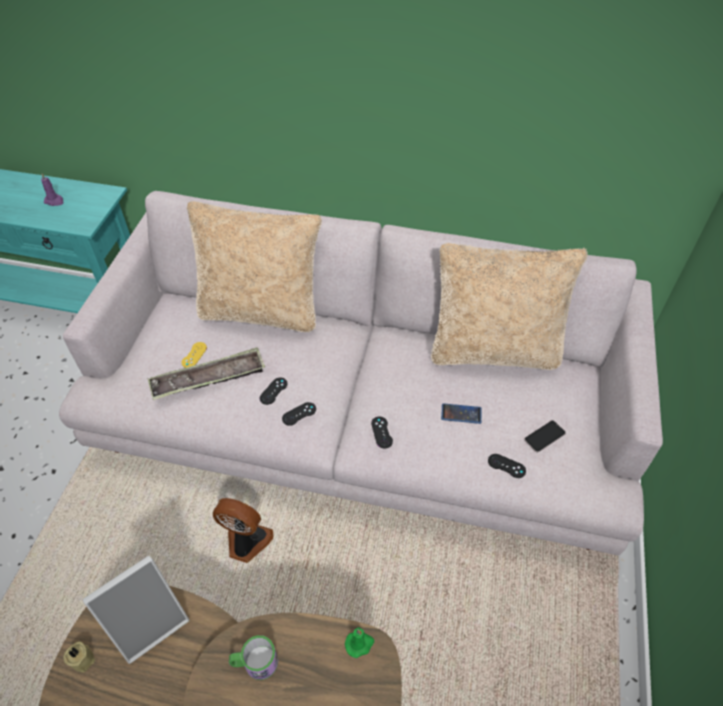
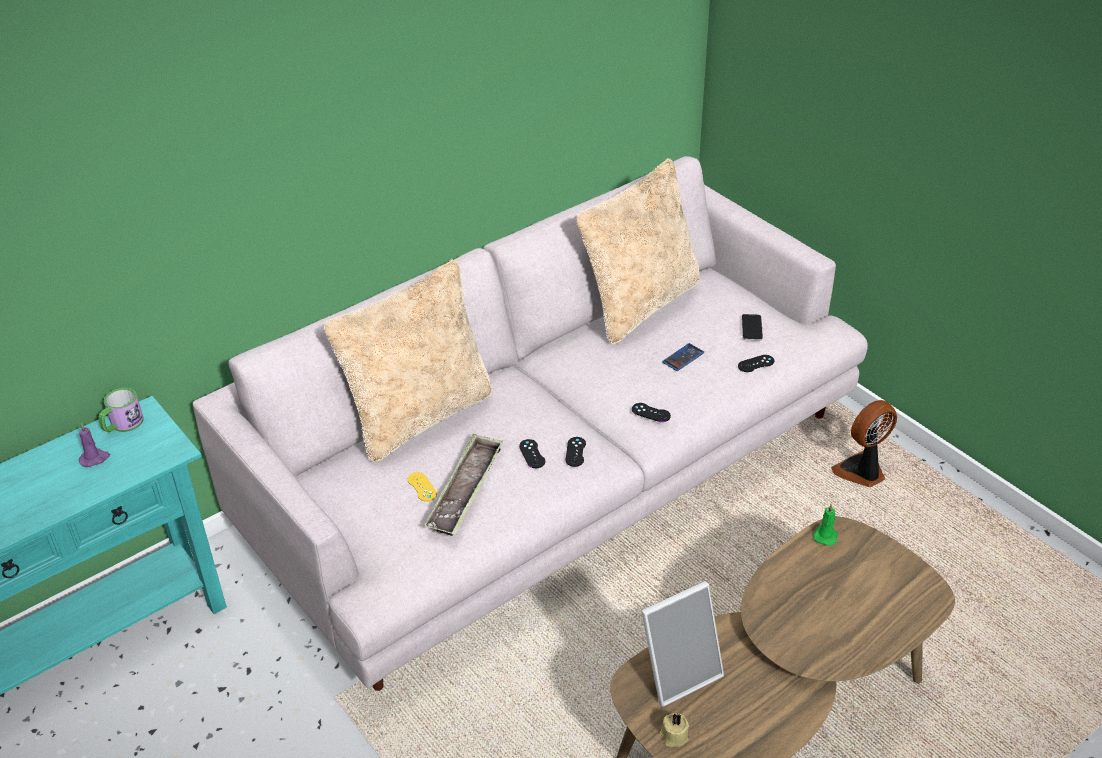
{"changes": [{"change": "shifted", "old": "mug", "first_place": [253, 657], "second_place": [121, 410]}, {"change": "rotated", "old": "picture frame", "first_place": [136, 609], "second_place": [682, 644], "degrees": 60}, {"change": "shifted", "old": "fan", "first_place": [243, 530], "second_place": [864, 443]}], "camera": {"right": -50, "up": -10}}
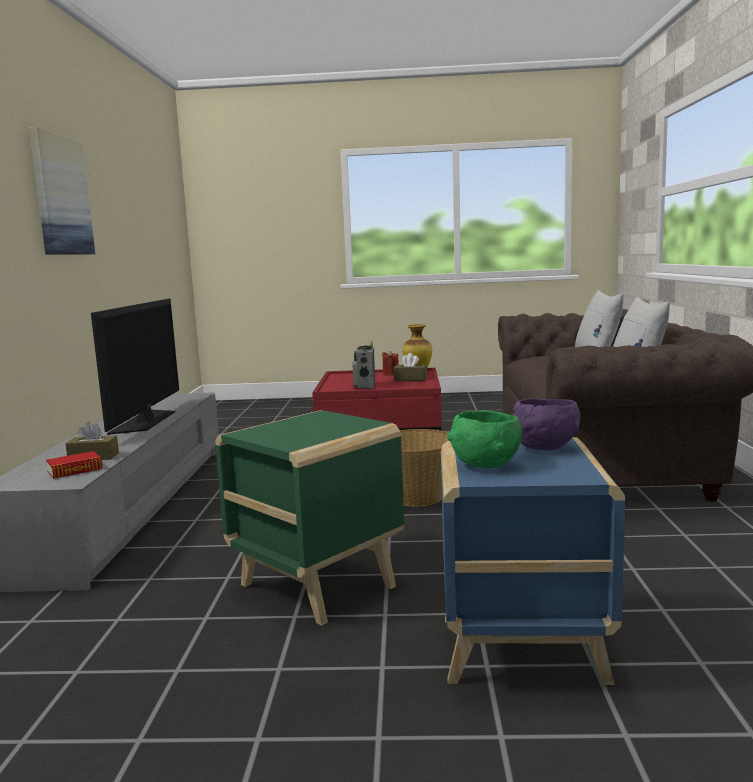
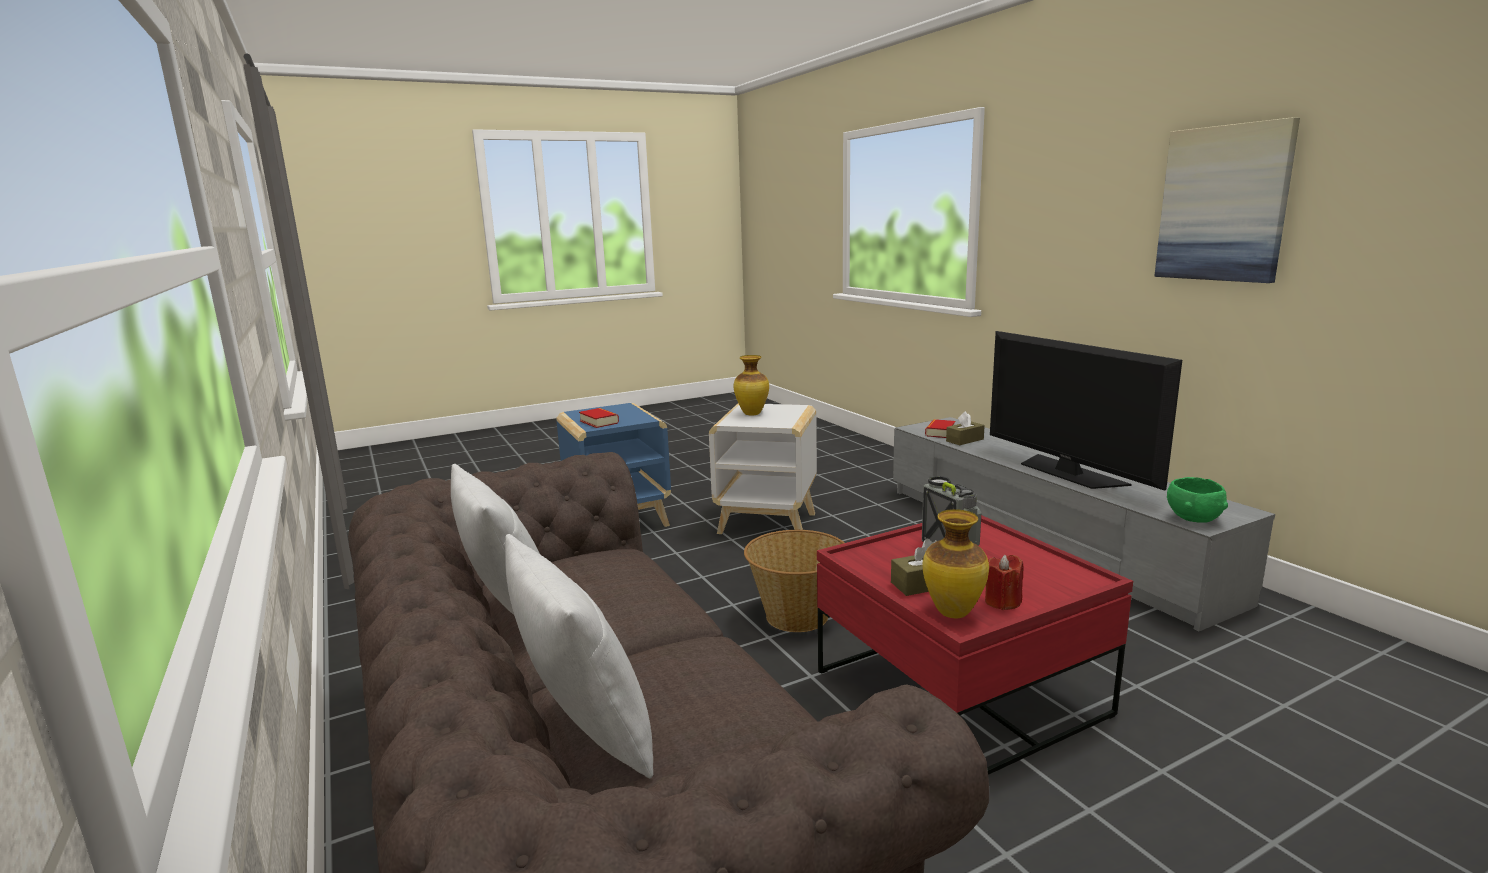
{"changes": [{"change": "swapped", "old": "bowl (purple)", "new": "book", "first_place": [546, 424], "second_place": [599, 418]}, {"change": "repainted", "old": "side table (green)", "new": "side table (white)", "first_place": [309, 518], "second_place": [763, 469]}, {"change": "new", "new": "vase", "second_place": [751, 385]}, {"change": "shifted", "old": "bowl (green)", "first_place": [484, 439], "second_place": [1197, 500]}], "camera": {"right": 150, "up": 5}}
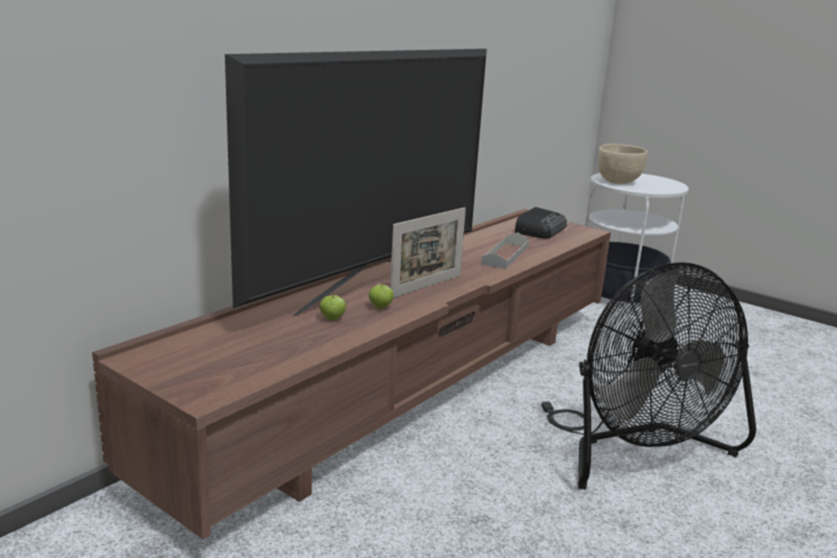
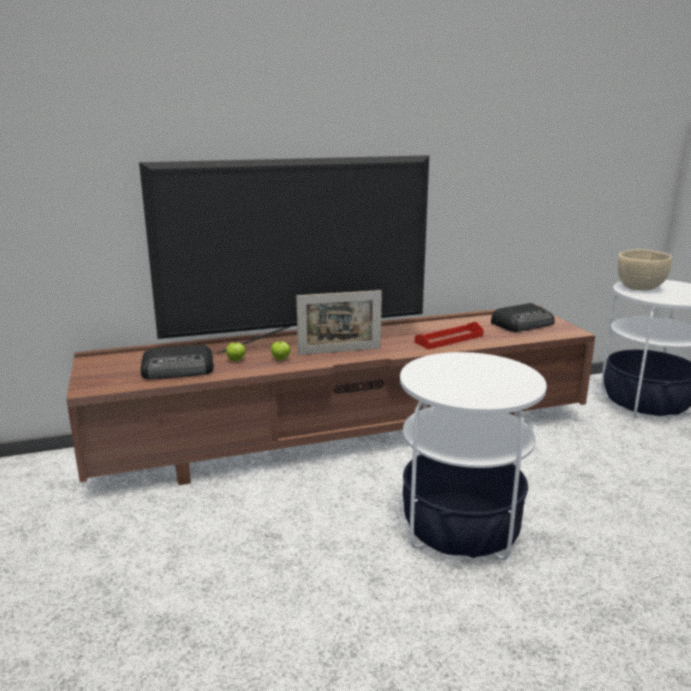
{"changes": [{"change": "new", "new": "radio", "second_place": [177, 362]}, {"change": "swapped", "old": "fan (black)", "new": "side table (white)", "first_place": [648, 375], "second_place": [473, 456]}, {"change": "repainted", "old": "tray (grey)", "new": "tray (red)", "first_place": [505, 250], "second_place": [449, 335]}], "camera": {"right": 35, "up": 0}}
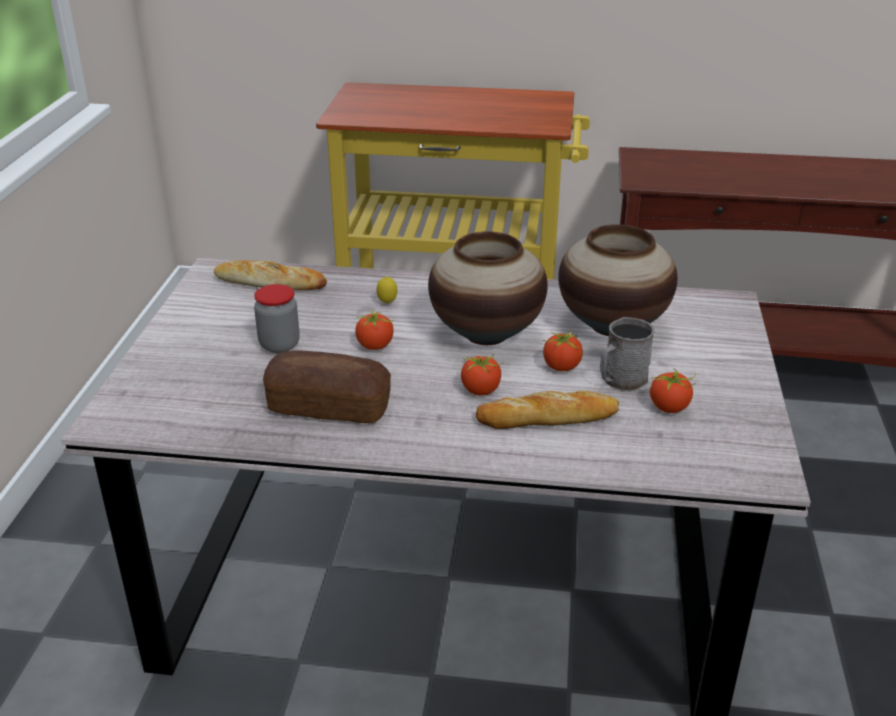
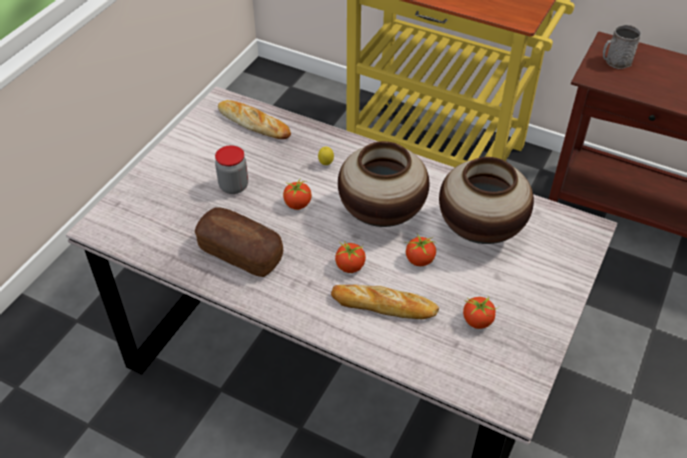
{"changes": [{"change": "shifted", "old": "mug (grey)", "first_place": [627, 354], "second_place": [622, 46]}], "camera": {"right": 20, "up": 15}}
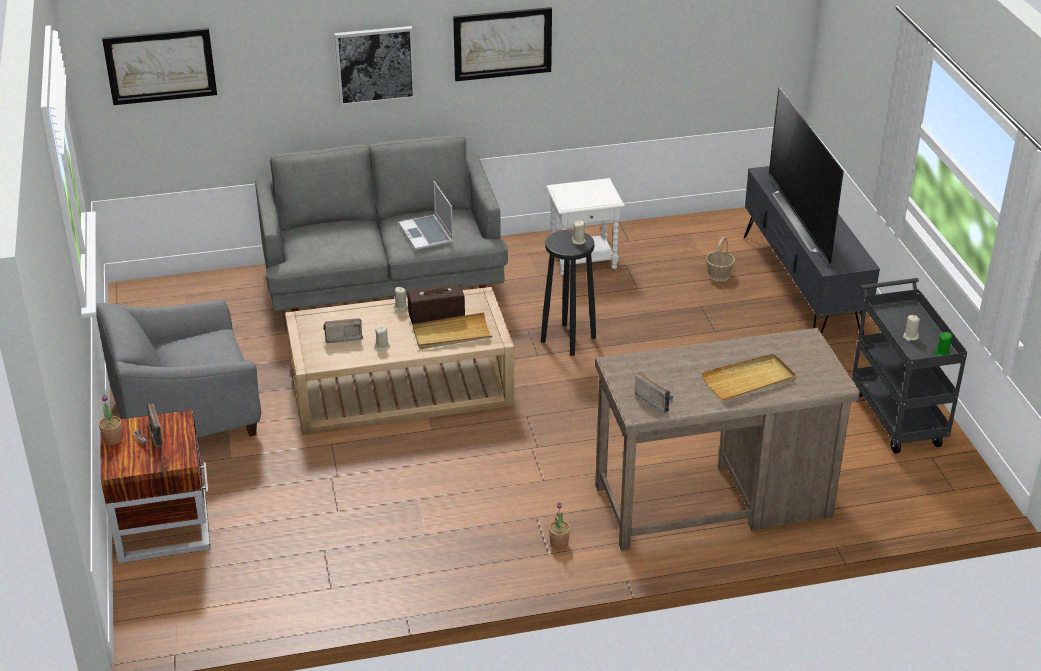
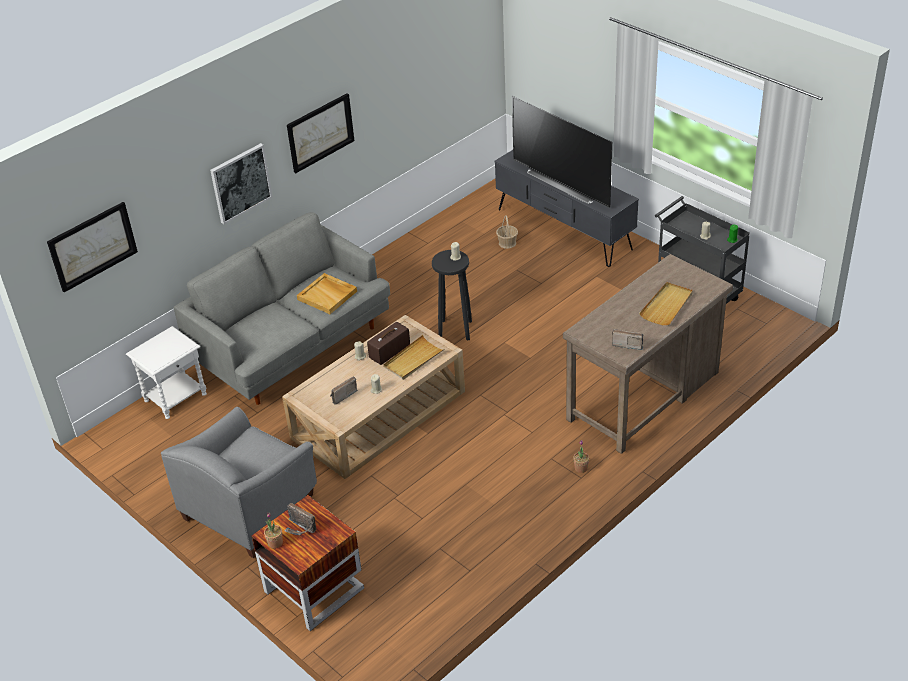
{"changes": [{"change": "shifted", "old": "side table (white)", "first_place": [585, 226], "second_place": [166, 372]}, {"change": "swapped", "old": "laptop", "new": "tray (beige)", "first_place": [426, 215], "second_place": [327, 293]}], "camera": {"right": -30, "up": 5}}
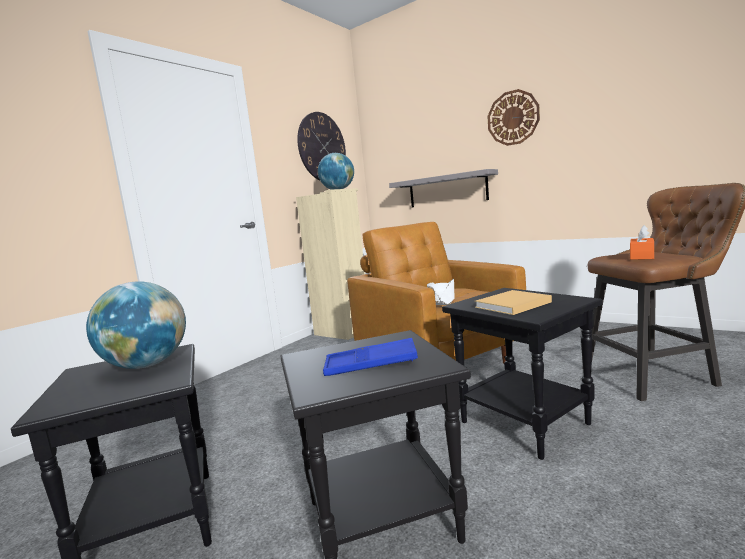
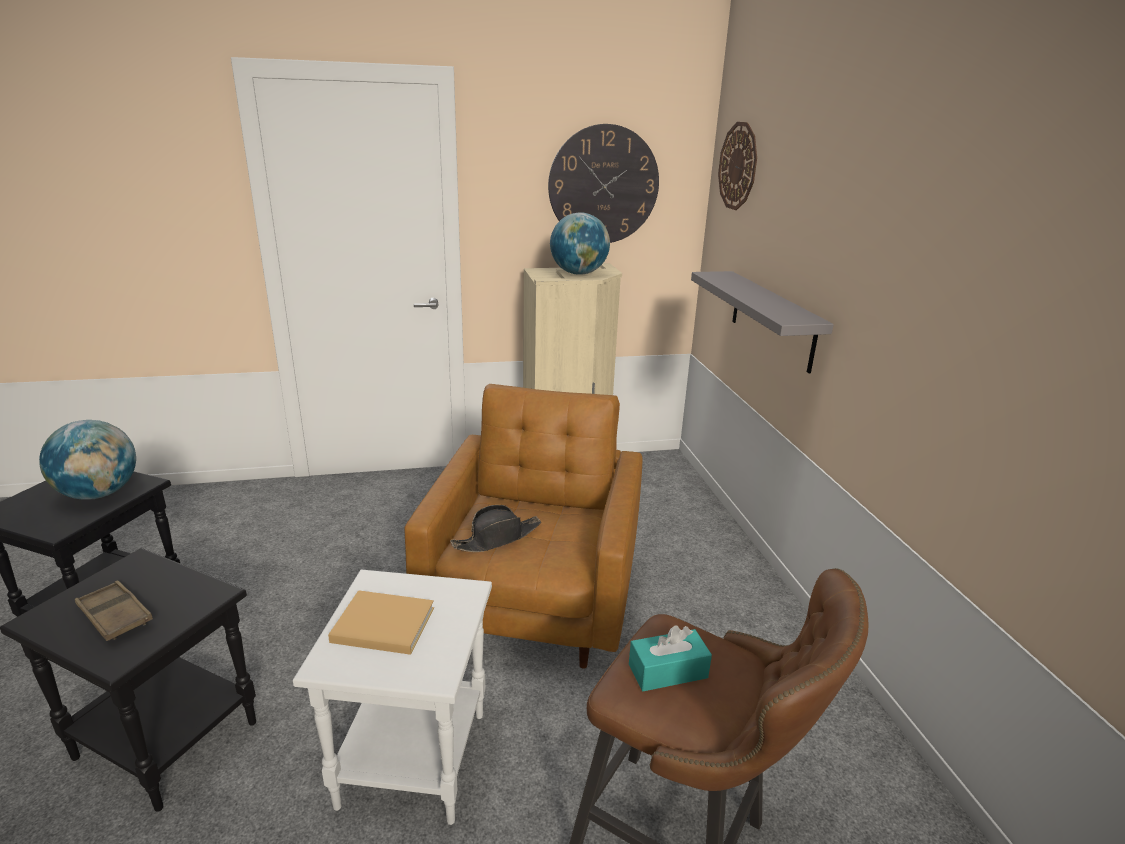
{"changes": [{"change": "repainted", "old": "tray (blue)", "new": "tray (brown)", "first_place": [370, 357], "second_place": [114, 610]}, {"change": "repainted", "old": "side table (black)", "new": "side table (white)", "first_place": [522, 374], "second_place": [392, 697]}, {"change": "repainted", "old": "hat (white)", "new": "hat (black)", "first_place": [441, 292], "second_place": [495, 528]}, {"change": "repainted", "old": "tissue box (orange)", "new": "tissue box (turquoise)", "first_place": [642, 242], "second_place": [670, 658]}, {"change": "shifted", "old": "wall clock", "first_place": [513, 117], "second_place": [737, 166]}], "camera": {"right": 40, "up": 15}}
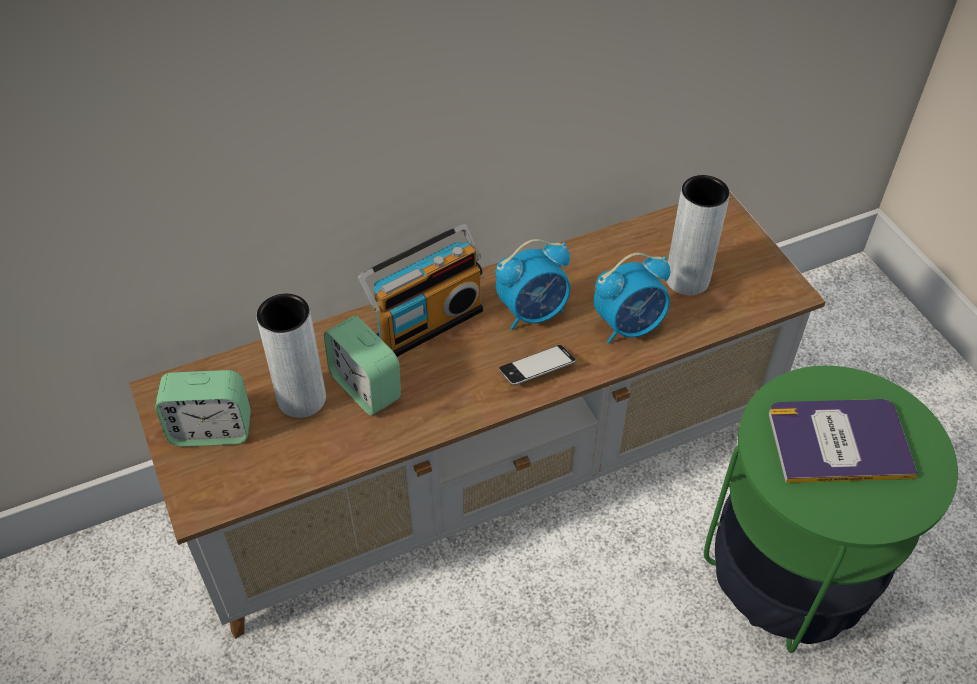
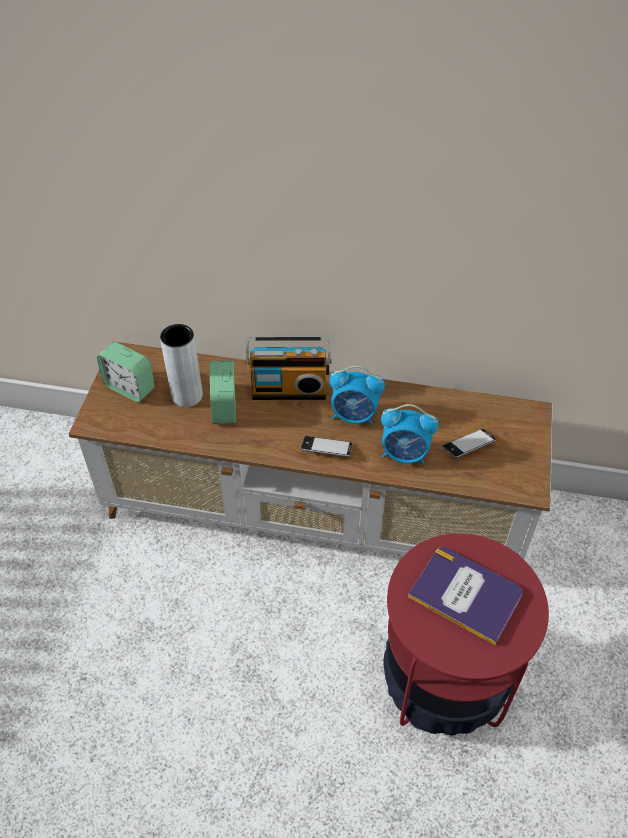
{"changes": [{"change": "repainted", "old": "side table (green)", "new": "side table (red)", "first_place": [831, 509], "second_place": [466, 634]}, {"change": "swapped", "old": "vase (grey)", "new": "phone", "first_place": [698, 235], "second_place": [469, 443]}], "camera": {"right": 35, "up": 0}}
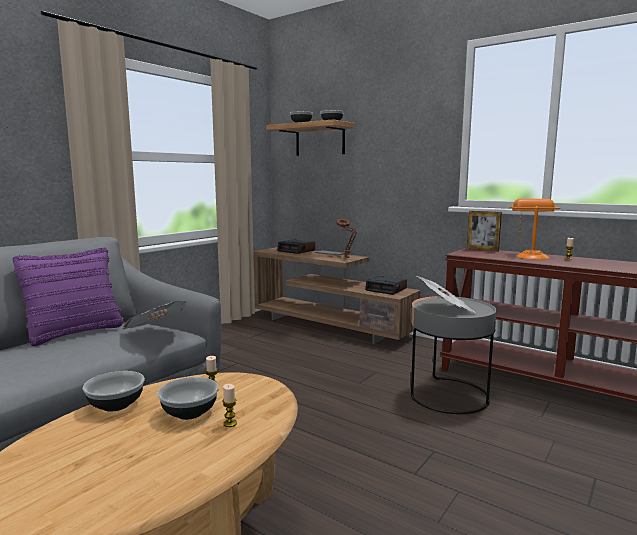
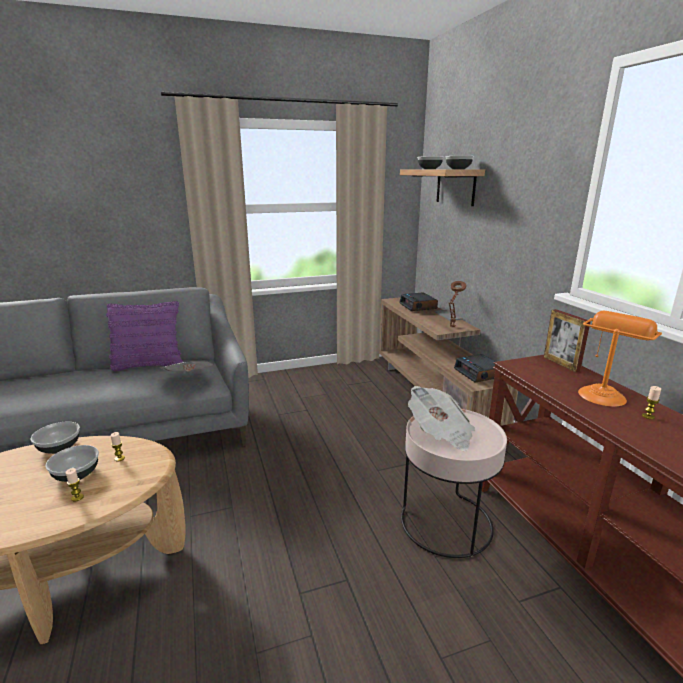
{"changes": [{"change": "repainted", "old": "side table (grey)", "new": "side table (pink)", "first_place": [454, 355], "second_place": [454, 483]}], "camera": {"right": 35, "up": 10}}
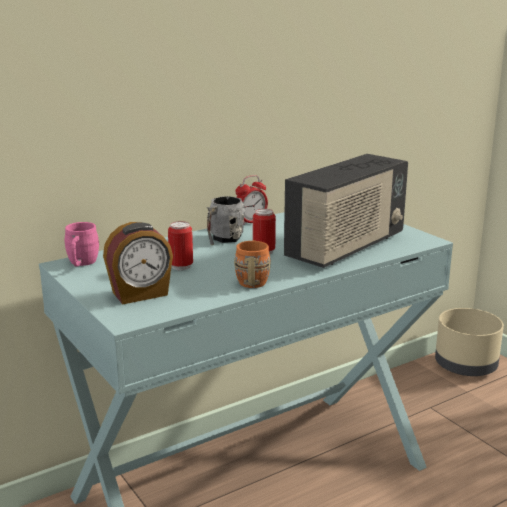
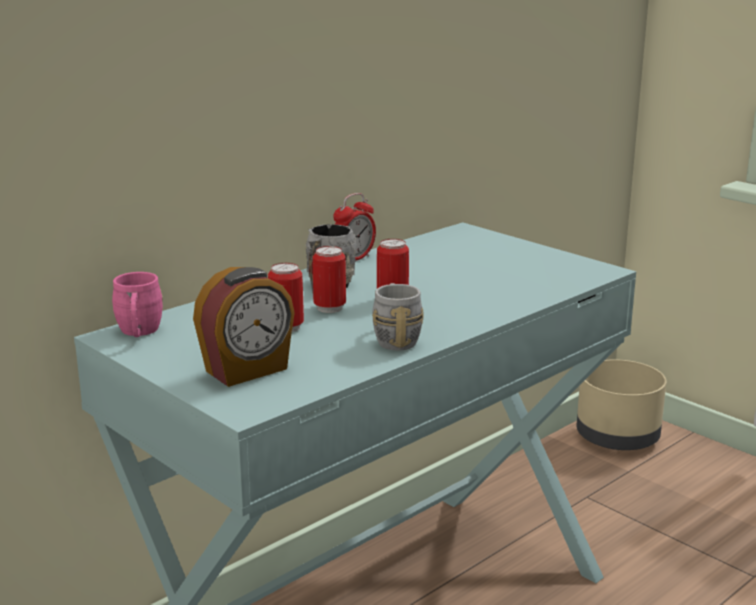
{"changes": [{"change": "new", "new": "can", "second_place": [329, 279]}, {"change": "repainted", "old": "mug (orange)", "new": "mug (grey)", "first_place": [252, 264], "second_place": [398, 316]}, {"change": "gone", "old": "radio", "first_place": [346, 211]}], "camera": {"right": -10, "up": 0}}
